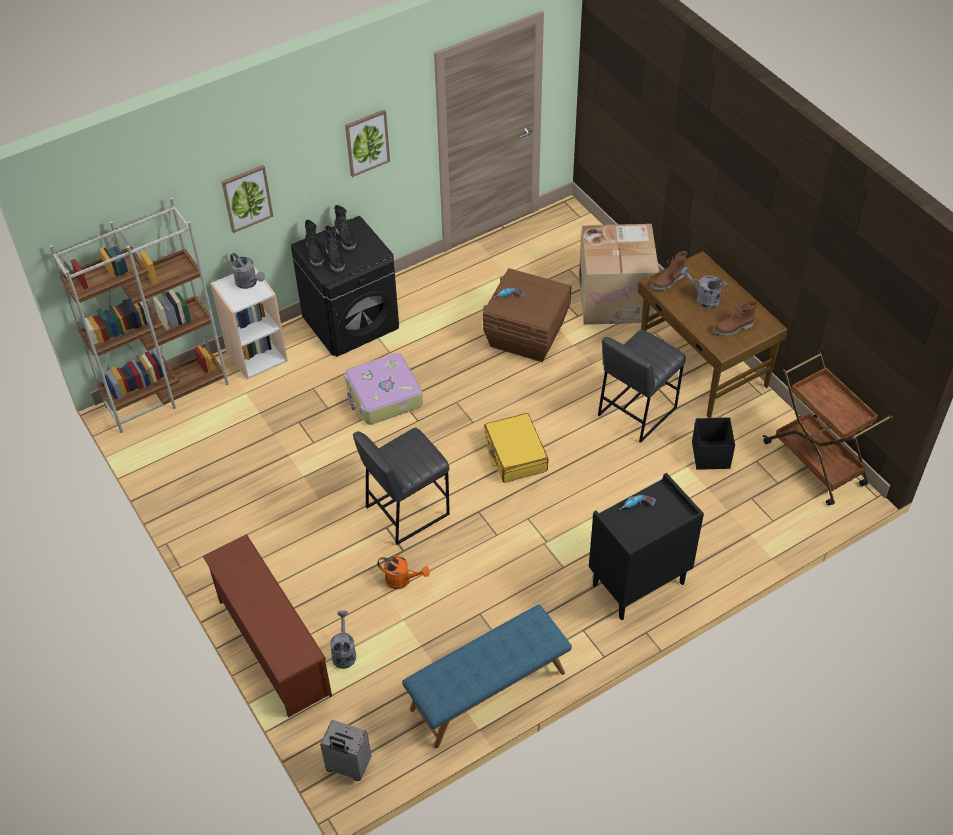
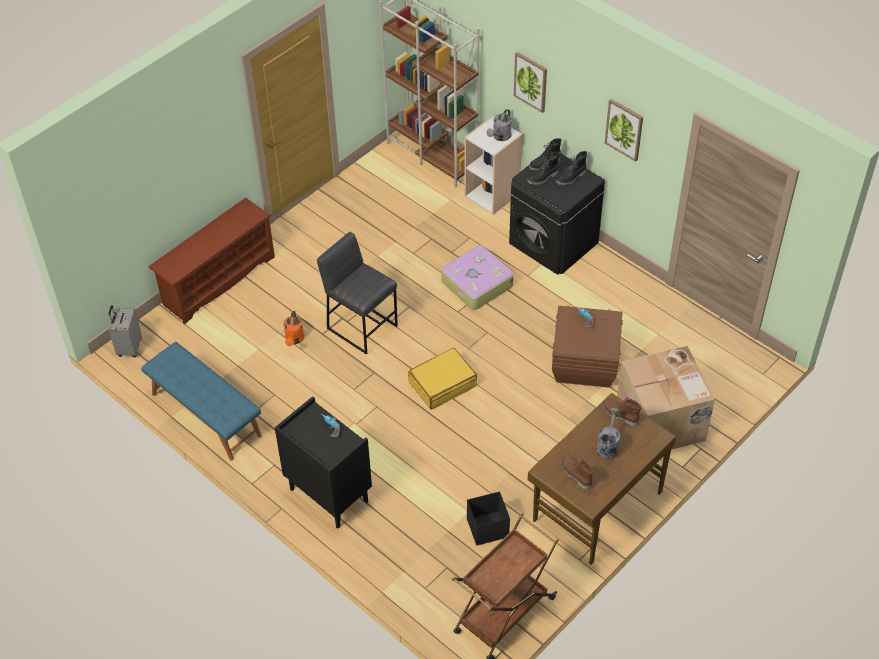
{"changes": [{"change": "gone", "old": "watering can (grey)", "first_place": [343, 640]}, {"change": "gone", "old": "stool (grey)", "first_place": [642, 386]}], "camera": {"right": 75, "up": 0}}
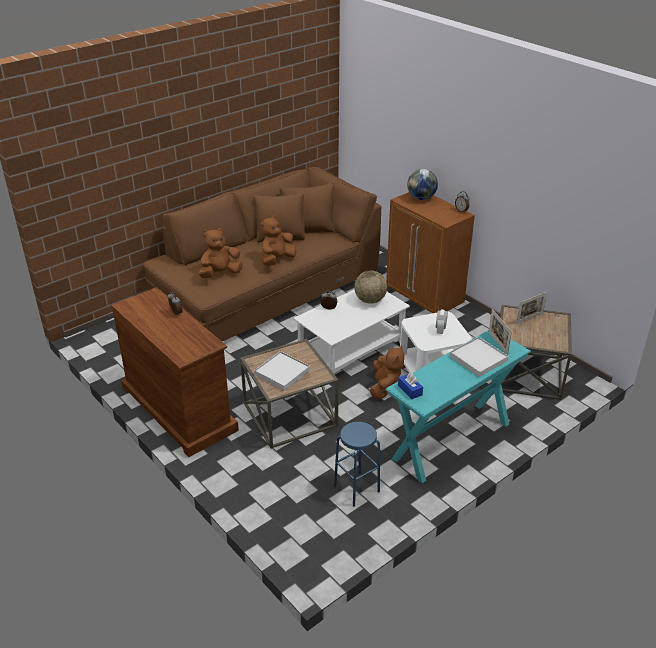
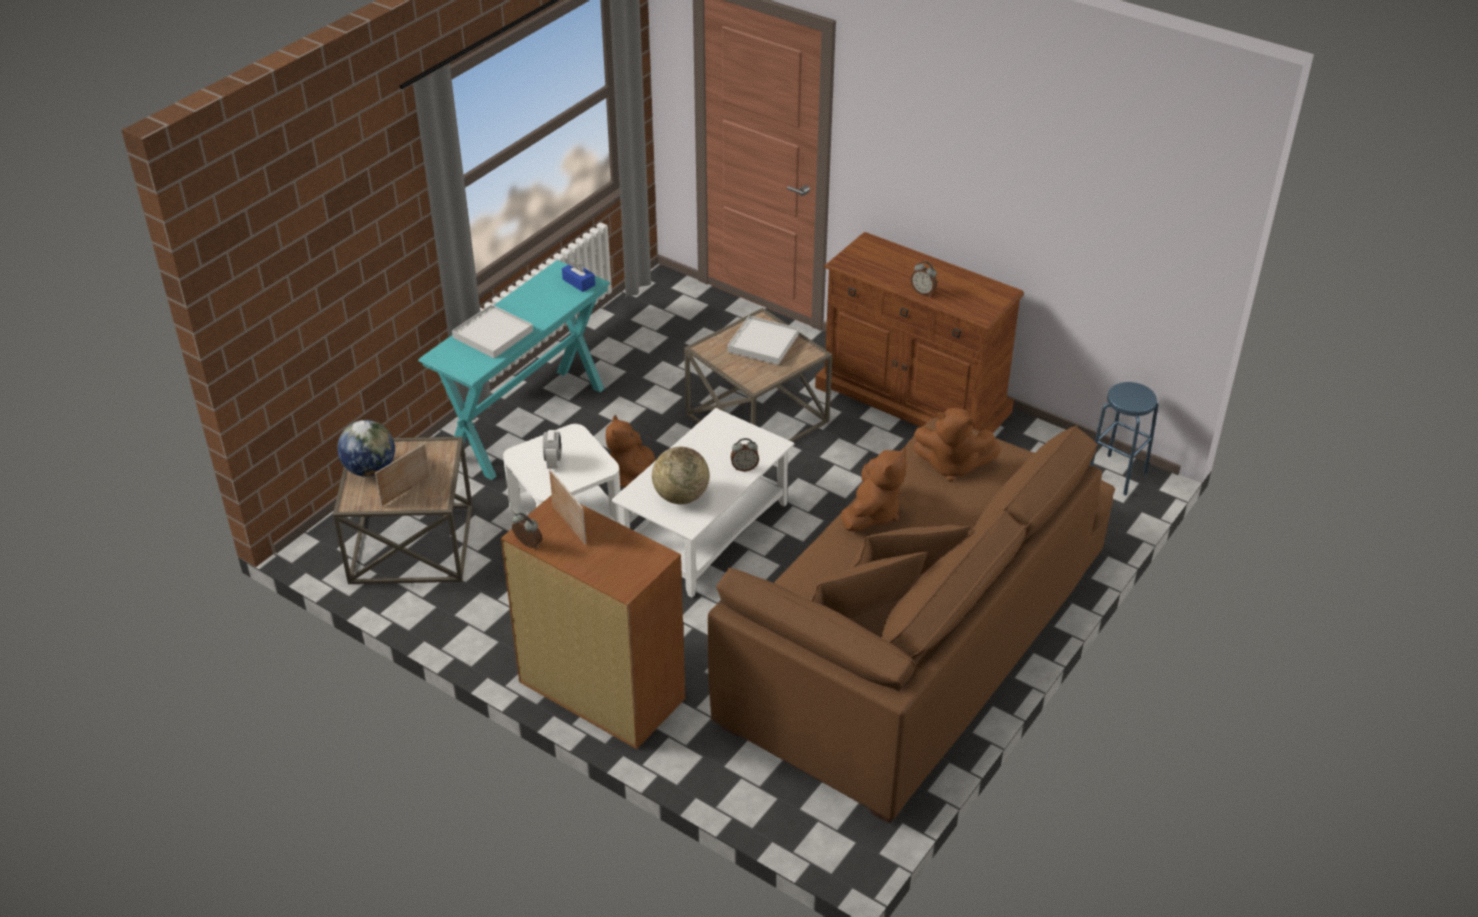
{"changes": [{"change": "shifted", "old": "globe", "first_place": [422, 184], "second_place": [366, 448]}, {"change": "shifted", "old": "picture frame", "first_place": [500, 332], "second_place": [567, 507]}, {"change": "rotated", "old": "plush toy (brown)", "first_place": [221, 253], "second_place": [957, 445], "degrees": 60}, {"change": "shifted", "old": "stool (blue)", "first_place": [357, 464], "second_place": [1123, 438]}], "camera": {"right": 165, "up": 5}}
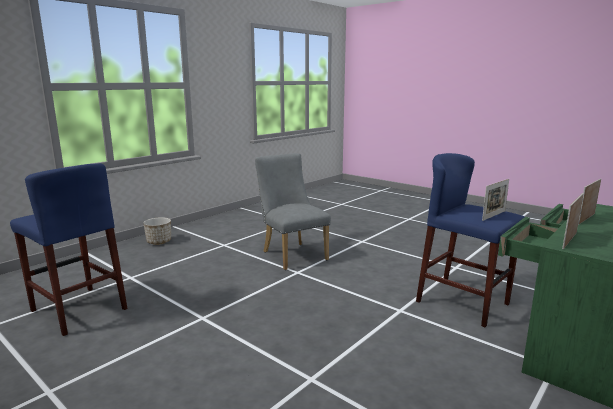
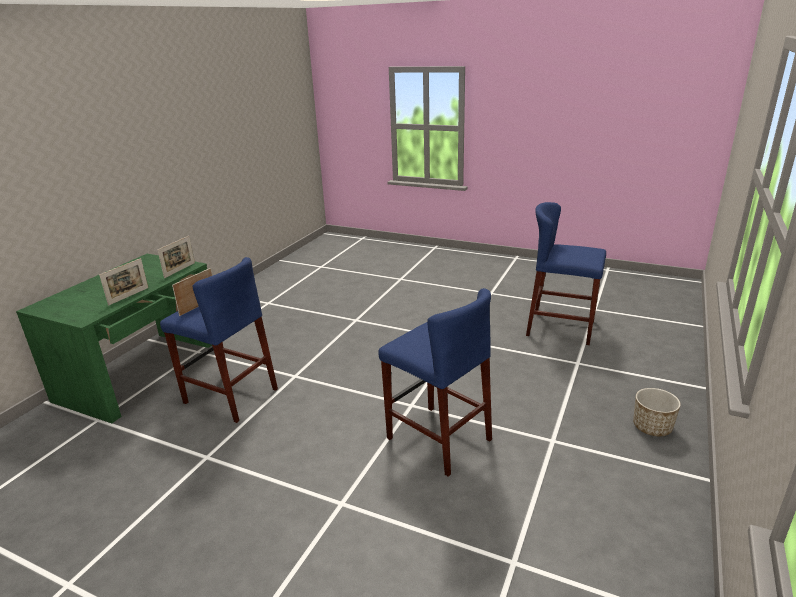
{"changes": [{"change": "swapped", "old": "chair (grey)", "new": "stool (blue)", "first_place": [293, 211], "second_place": [435, 382]}], "camera": {"right": 165, "up": 10}}
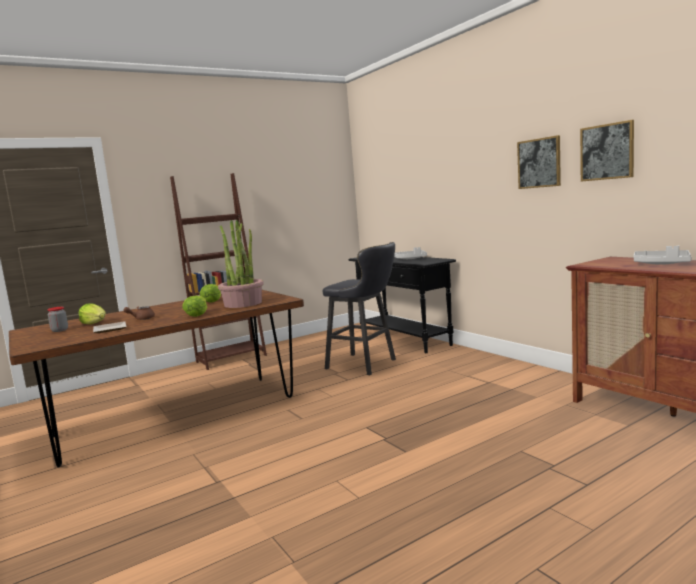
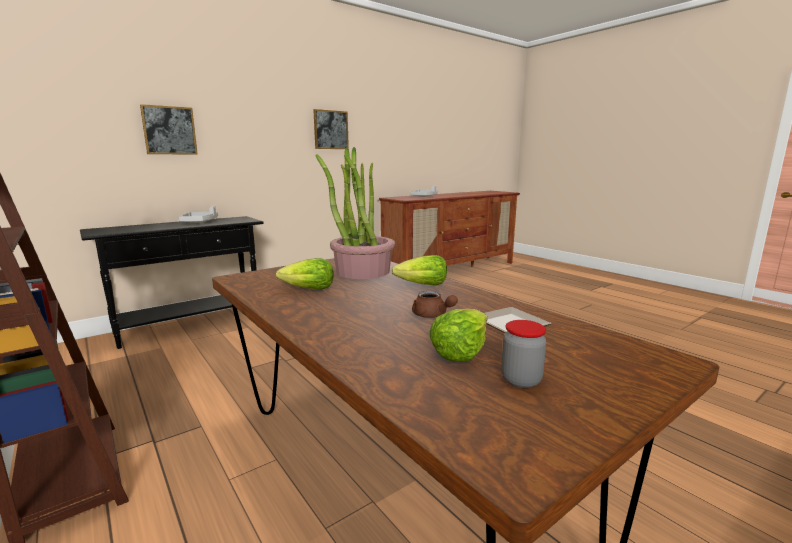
{"changes": [{"change": "shifted", "old": "picture", "first_place": [607, 151], "second_place": [169, 129]}, {"change": "gone", "old": "stool (black)", "first_place": [359, 308]}], "camera": {"right": -95, "up": 5}}
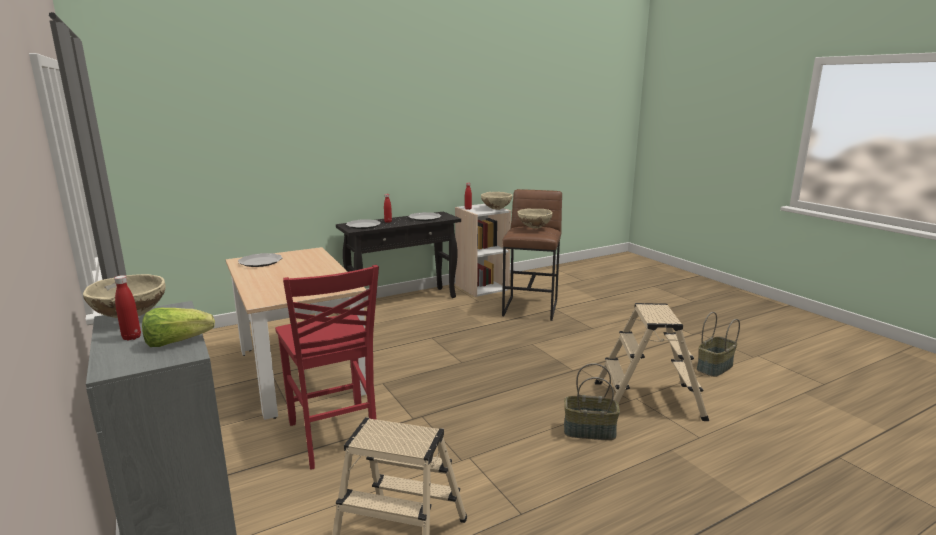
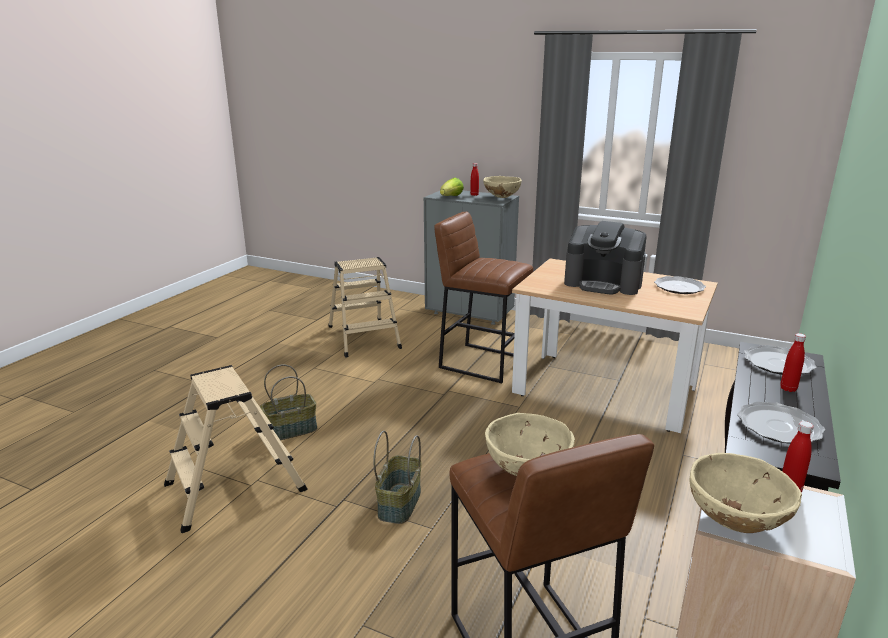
{"changes": [{"change": "shifted", "old": "basket", "first_place": [718, 344], "second_place": [397, 477]}, {"change": "swapped", "old": "chair (red)", "new": "stool (brown)", "first_place": [327, 367], "second_place": [483, 297]}, {"change": "new", "new": "coffee machine", "second_place": [605, 258]}], "camera": {"right": 145, "up": 5}}
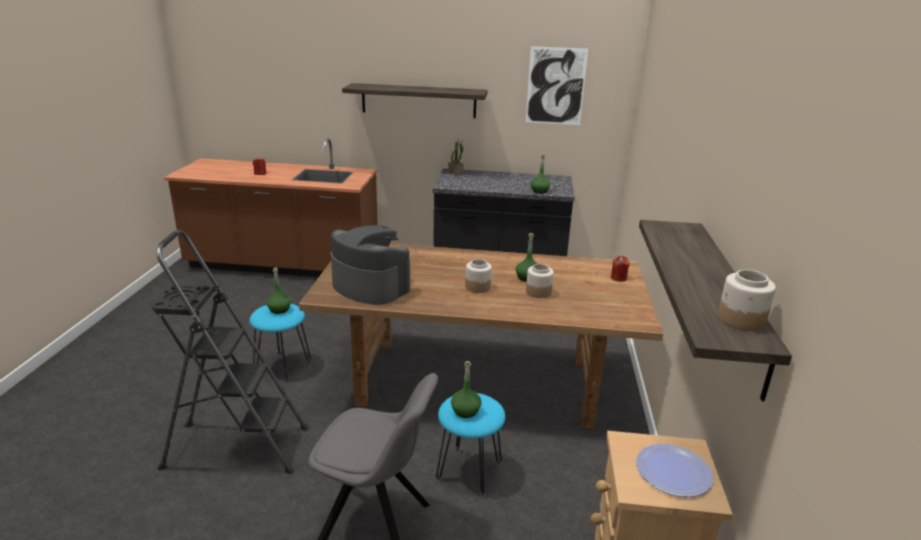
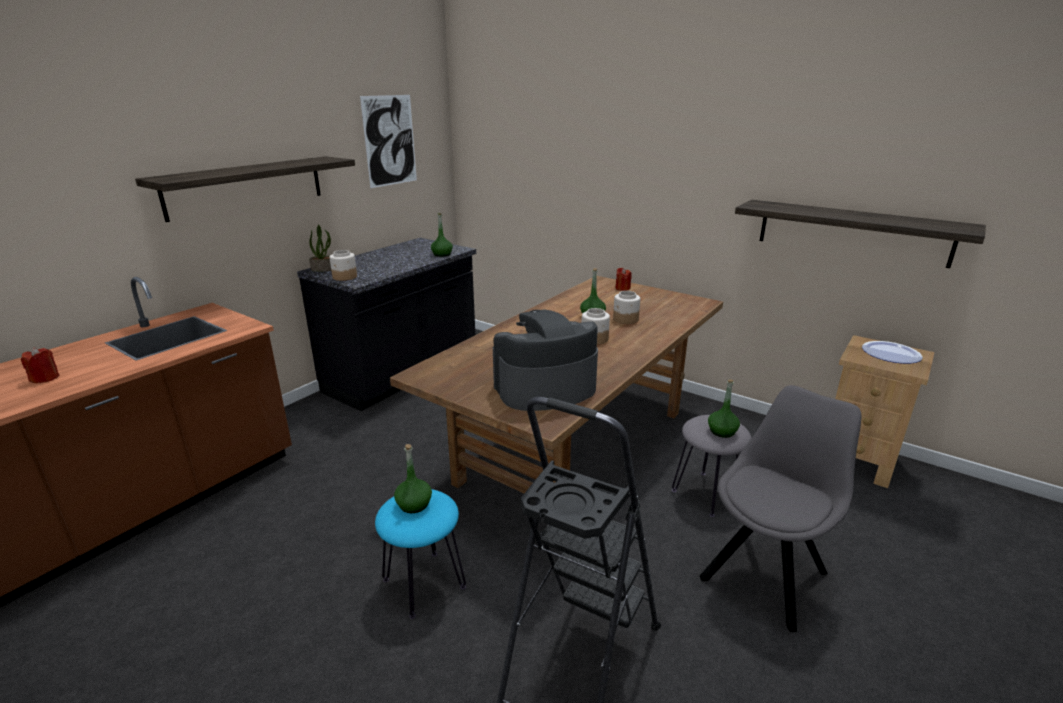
{"changes": [{"change": "shifted", "old": "jar", "first_place": [747, 300], "second_place": [343, 265]}, {"change": "repainted", "old": "stool (turquoise)", "new": "stool (grey)", "first_place": [470, 445], "second_place": [712, 466]}], "camera": {"right": -60, "up": 0}}
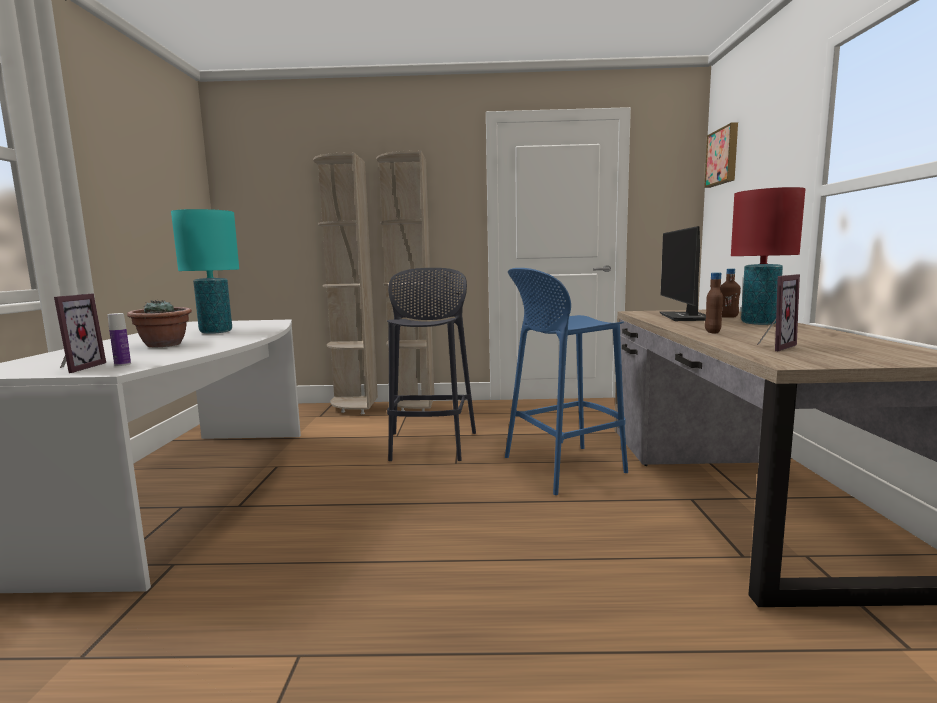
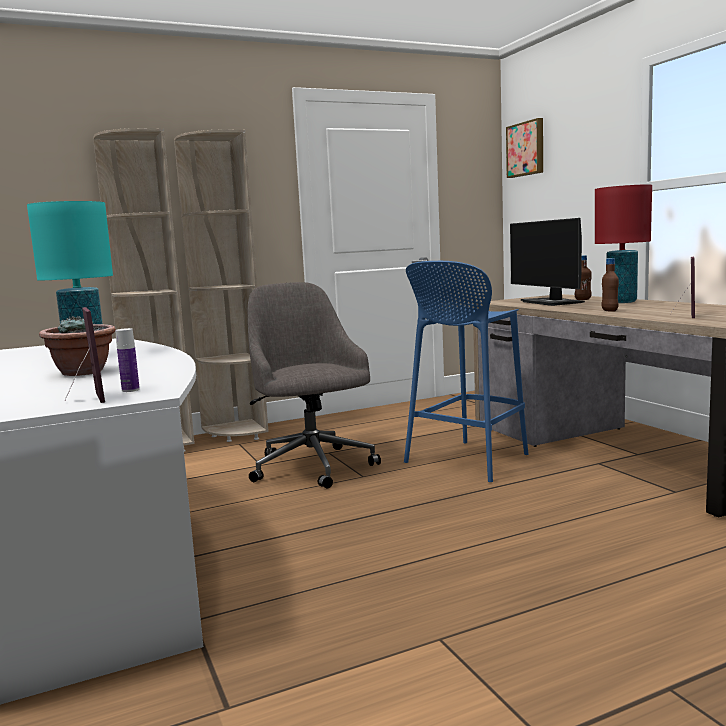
{"changes": [{"change": "swapped", "old": "stool (grey)", "new": "office chair (grey)", "first_place": [431, 364], "second_place": [314, 385]}], "camera": {"right": -25, "up": 0}}
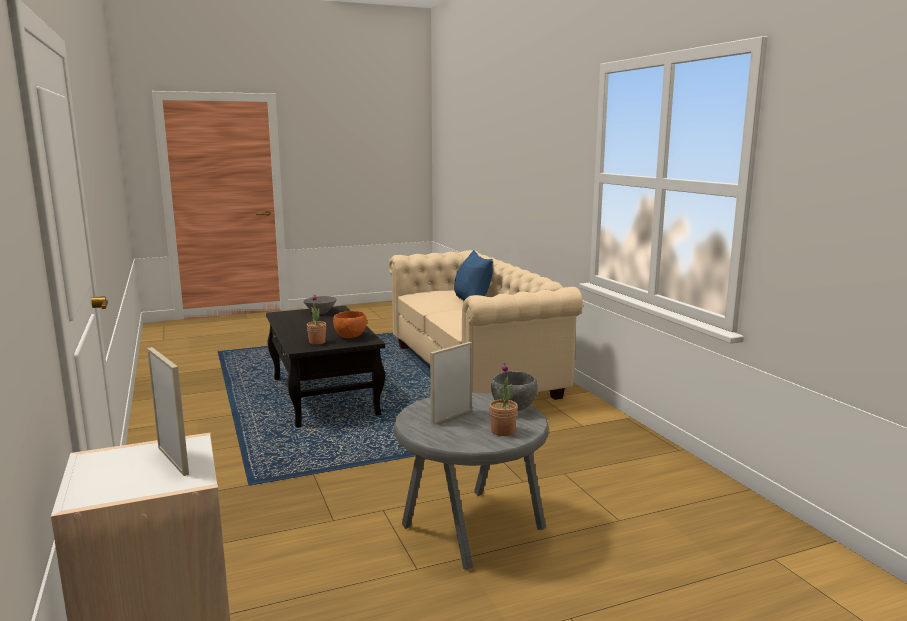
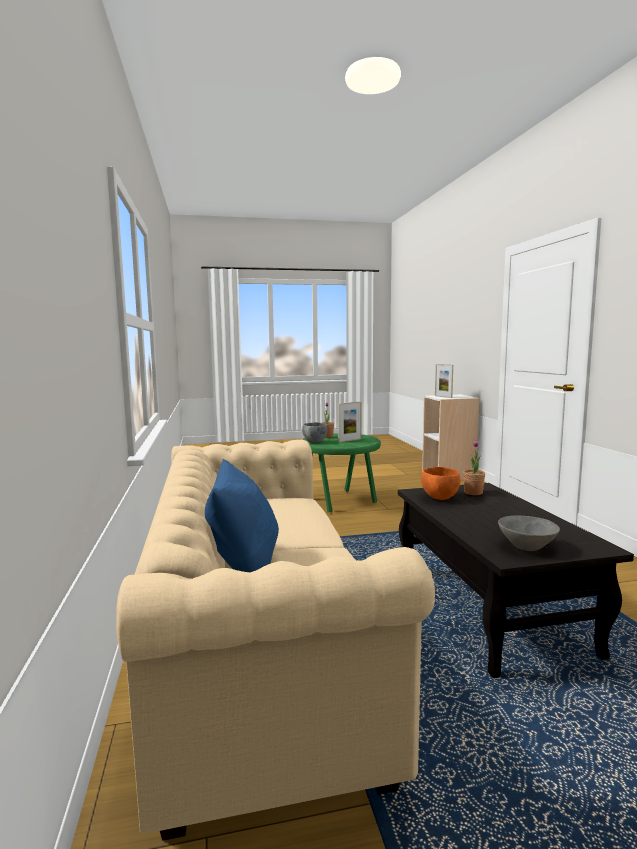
{"changes": [{"change": "repainted", "old": "side table (grey)", "new": "side table (green)", "first_place": [471, 481], "second_place": [341, 472]}], "camera": {"right": -170, "up": -5}}
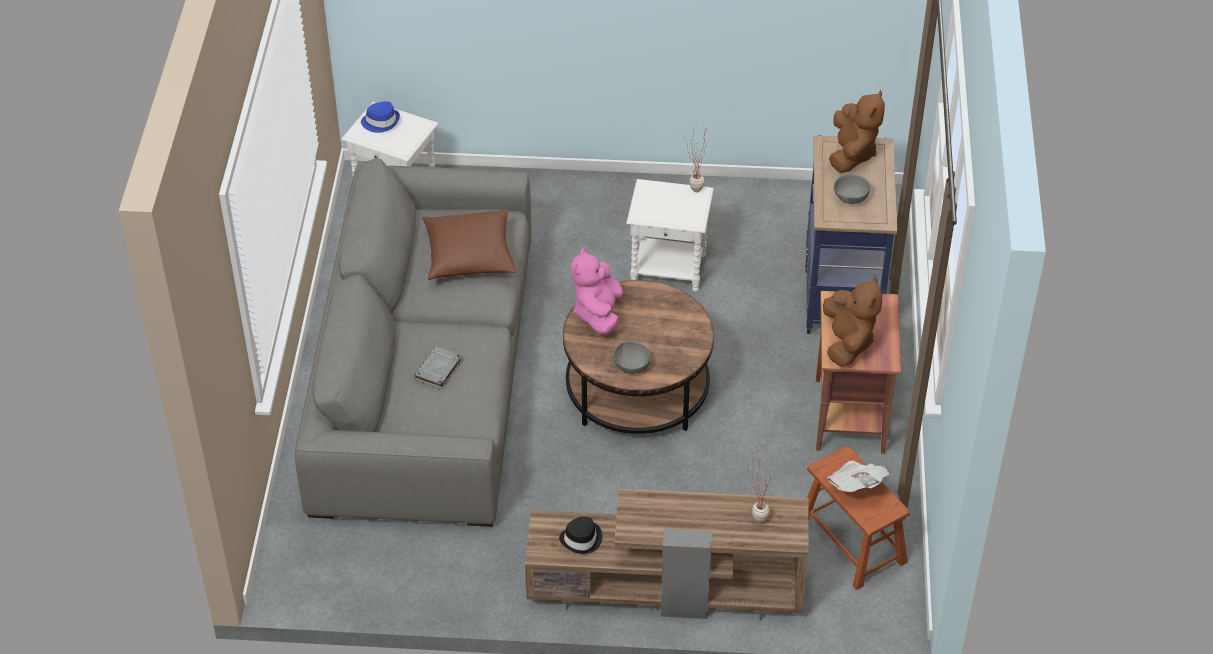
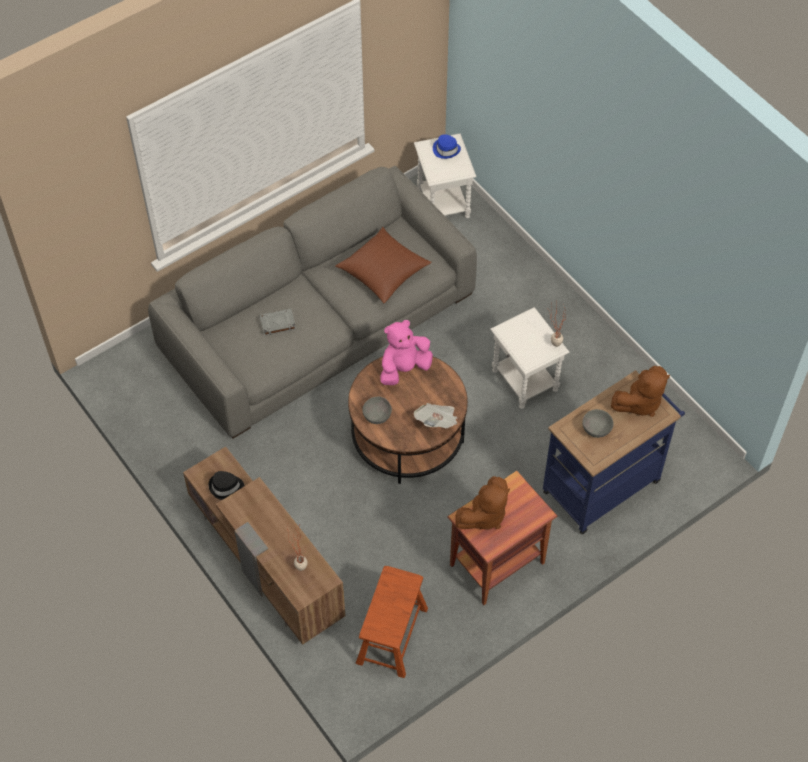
{"changes": [{"change": "shifted", "old": "newspaper", "first_place": [857, 476], "second_place": [435, 415]}], "camera": {"right": 50, "up": 10}}
